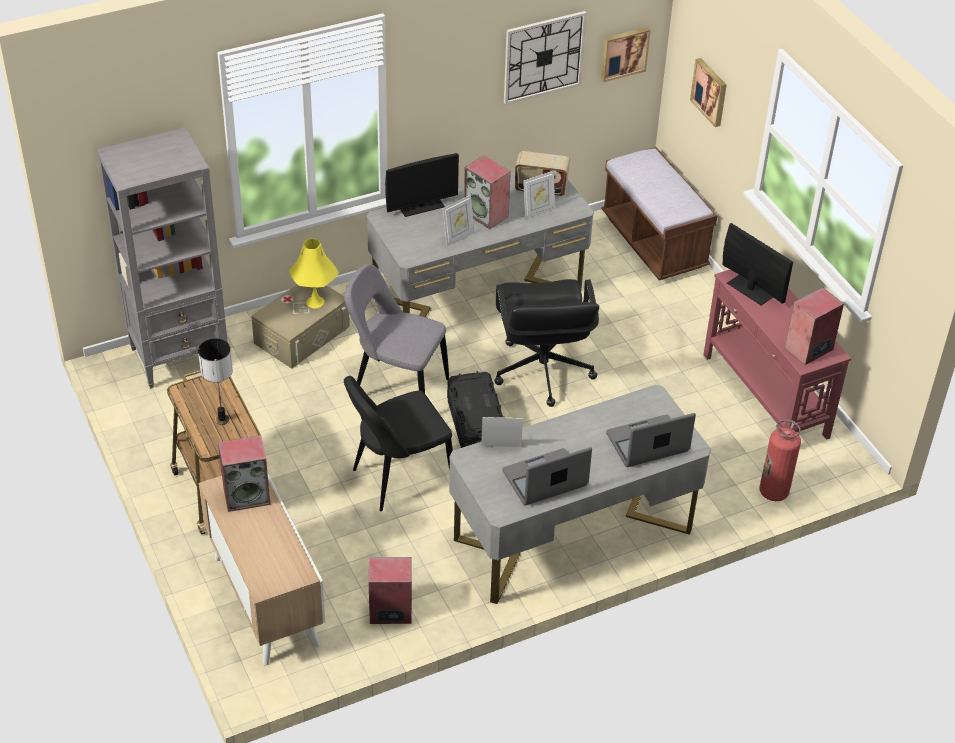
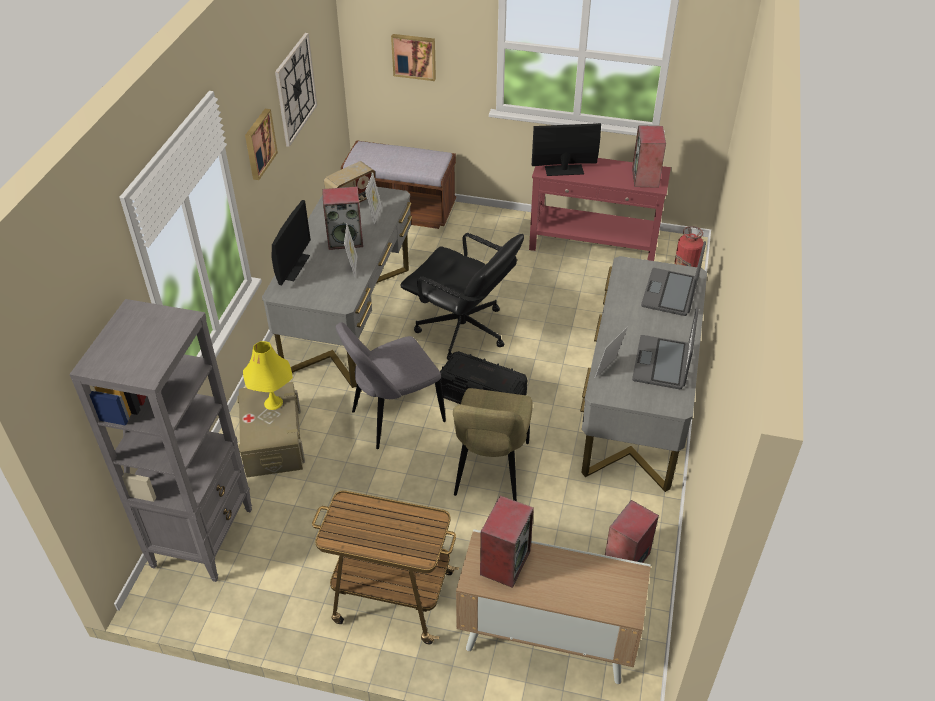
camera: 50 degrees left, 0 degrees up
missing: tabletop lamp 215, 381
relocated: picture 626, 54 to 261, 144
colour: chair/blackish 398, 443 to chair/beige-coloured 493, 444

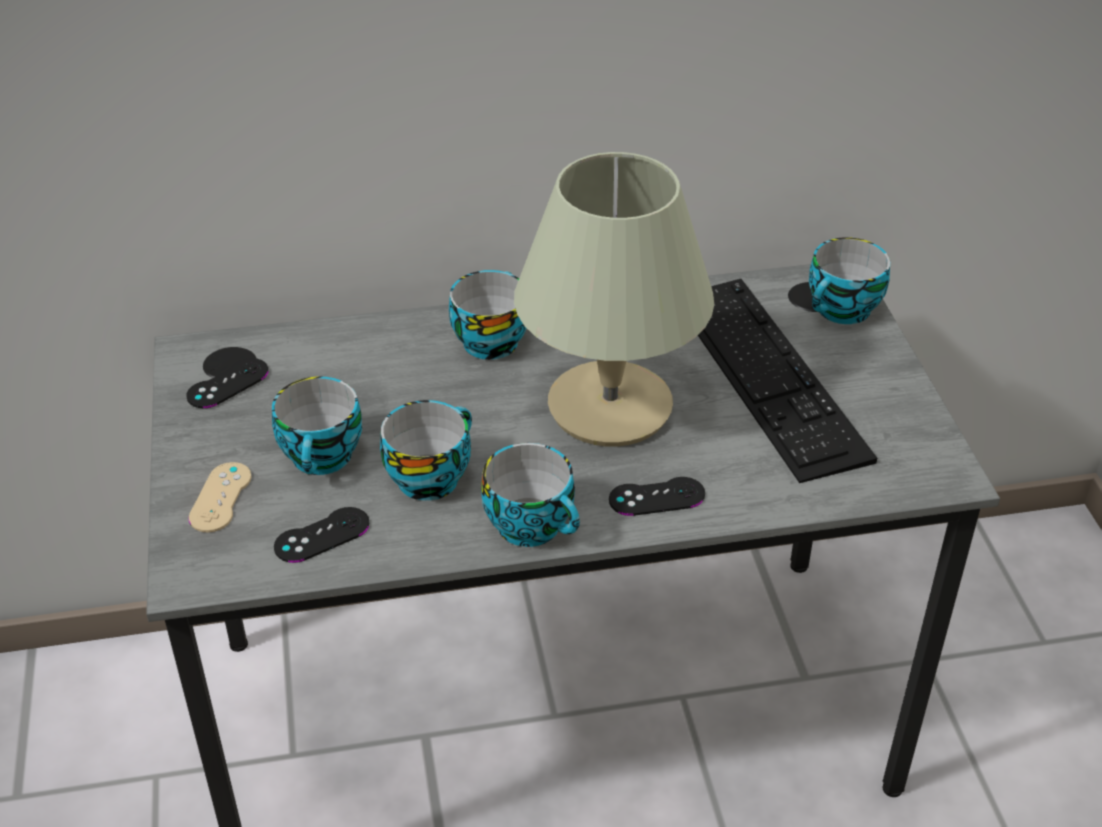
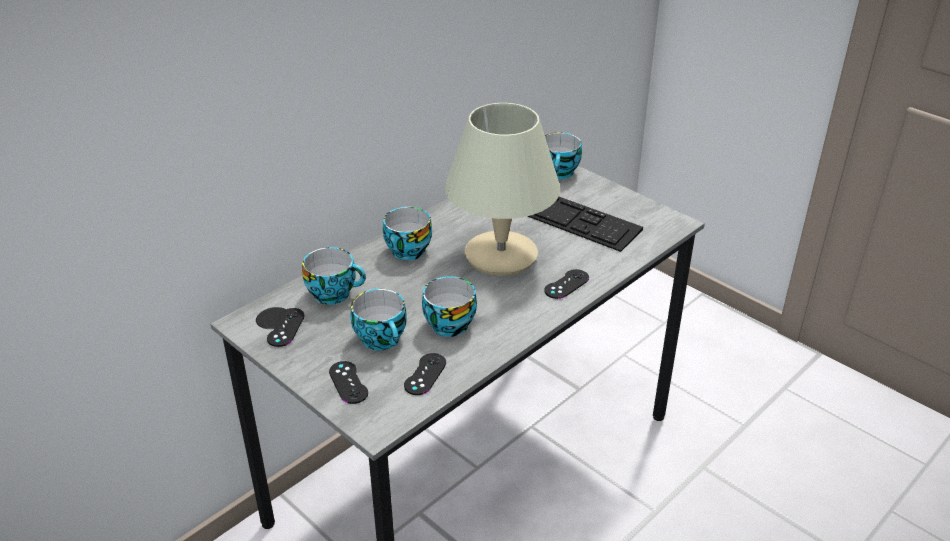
camera: 35 degrees left, 5 degrees down
relocated: cup 530, 495 to 334, 276
colour: joypad/beige-coloured 220, 497 to joypad/blackish 348, 382

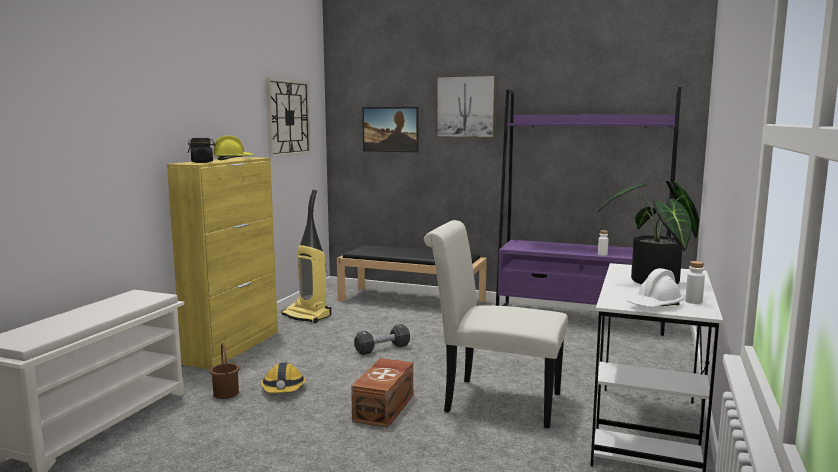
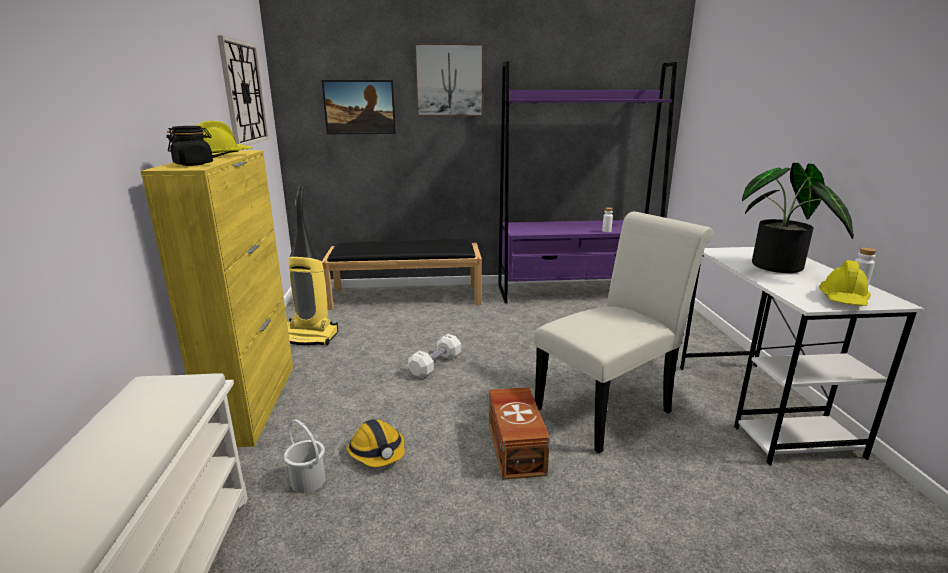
camera: 25 degrees left, 10 degrees up
colour: bucket/brownish 225, 371 to bucket/whitish 304, 456; hand weight/blackish 382, 339 to hand weight/whitish 434, 356; hard hat/whitish 655, 287 to hard hat/yellow-coloured 845, 283
spun: chair/whitish 496, 324 = 623, 332 150 degrees clockwise

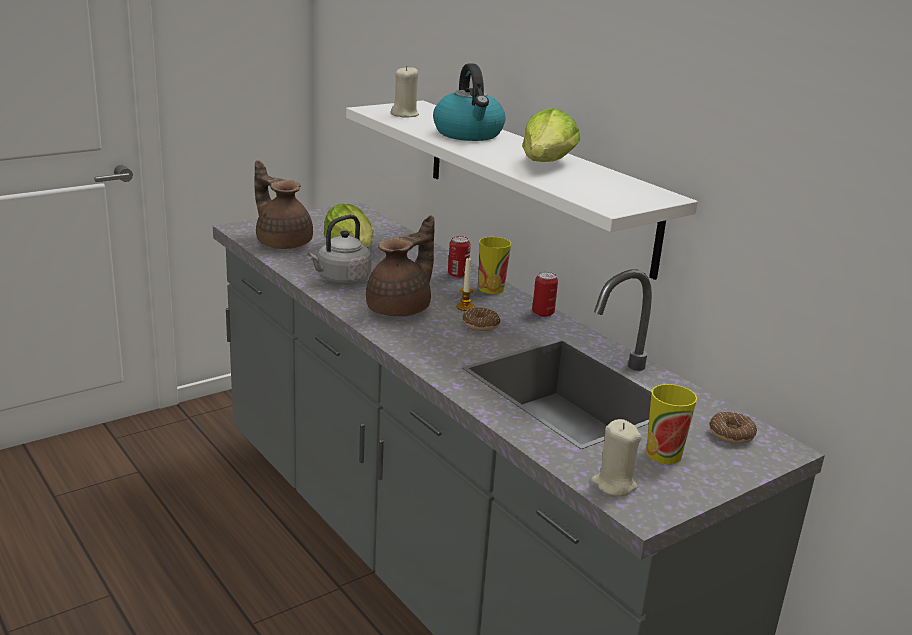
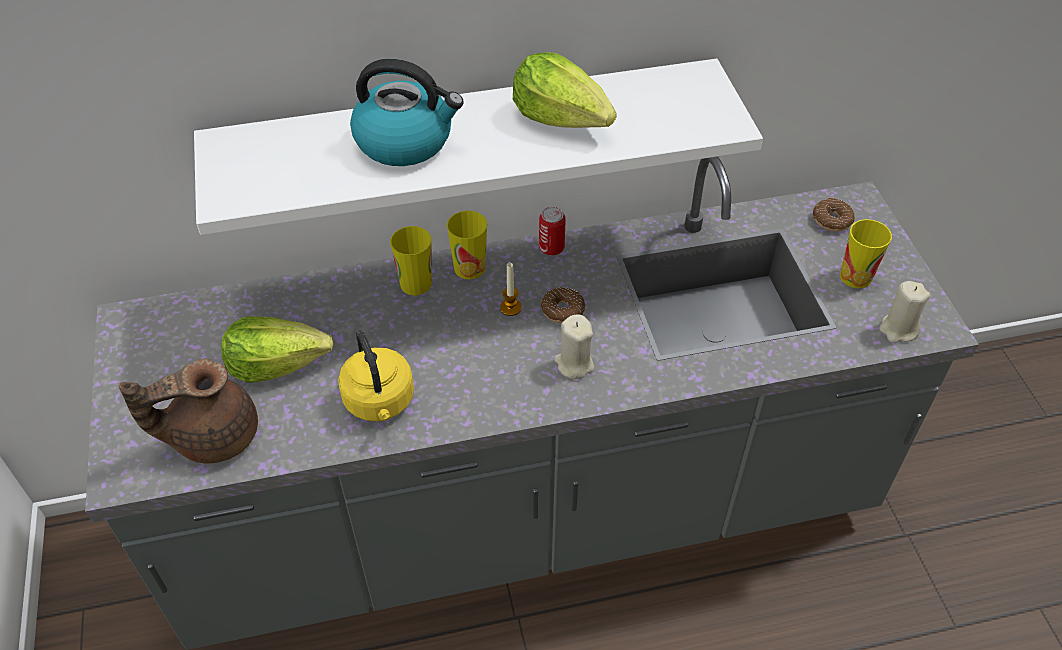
camera: 65 degrees left, 25 degrees up
missing: pot for tea/brownish 400, 266
relocated: candle/beige-coloured 404, 92 to 574, 346
exchanged: metal can 459, 257 to cup 411, 261
colour: kettle/greyish 339, 250 to kettle/yellow-coloured 376, 375

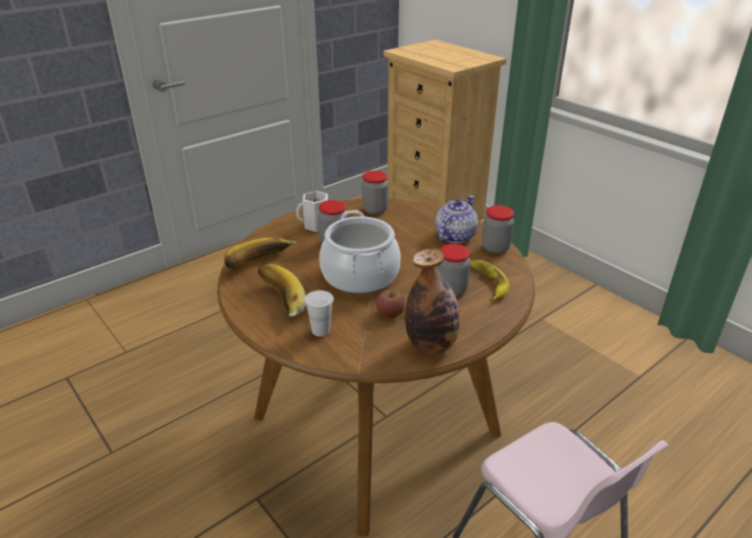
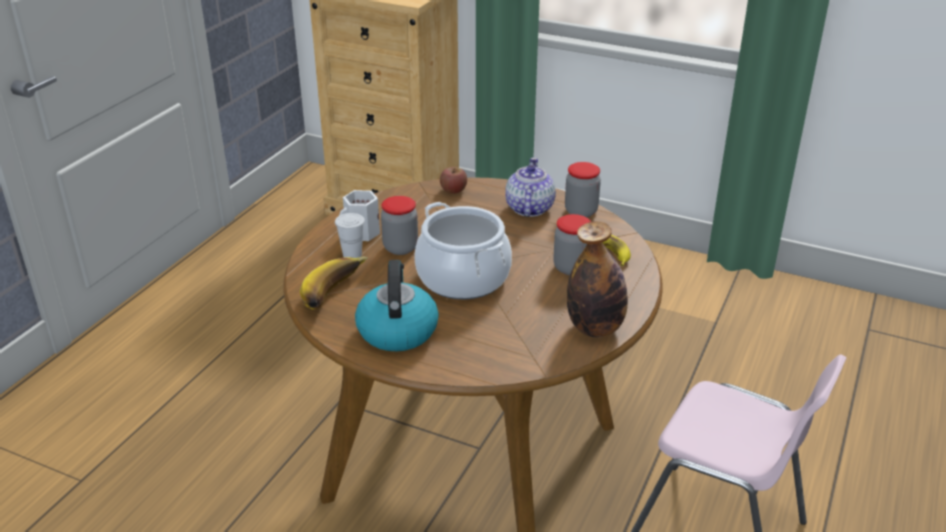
camera: 25 degrees left, 0 degrees up
missing: jar 375, 192
relocated: cup/whitish 319, 313 to 350, 235; whole apple 390, 304 to 453, 180
exchanged: banana fruit 282, 290 to kettle 397, 305

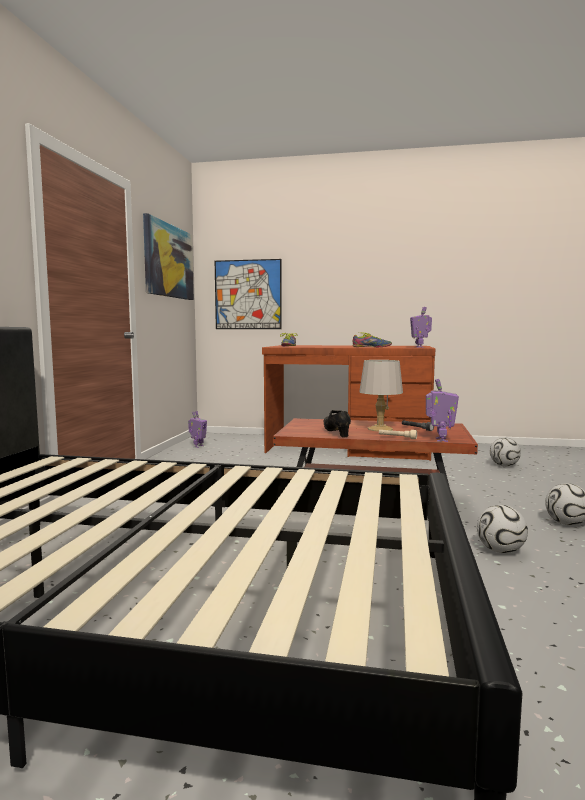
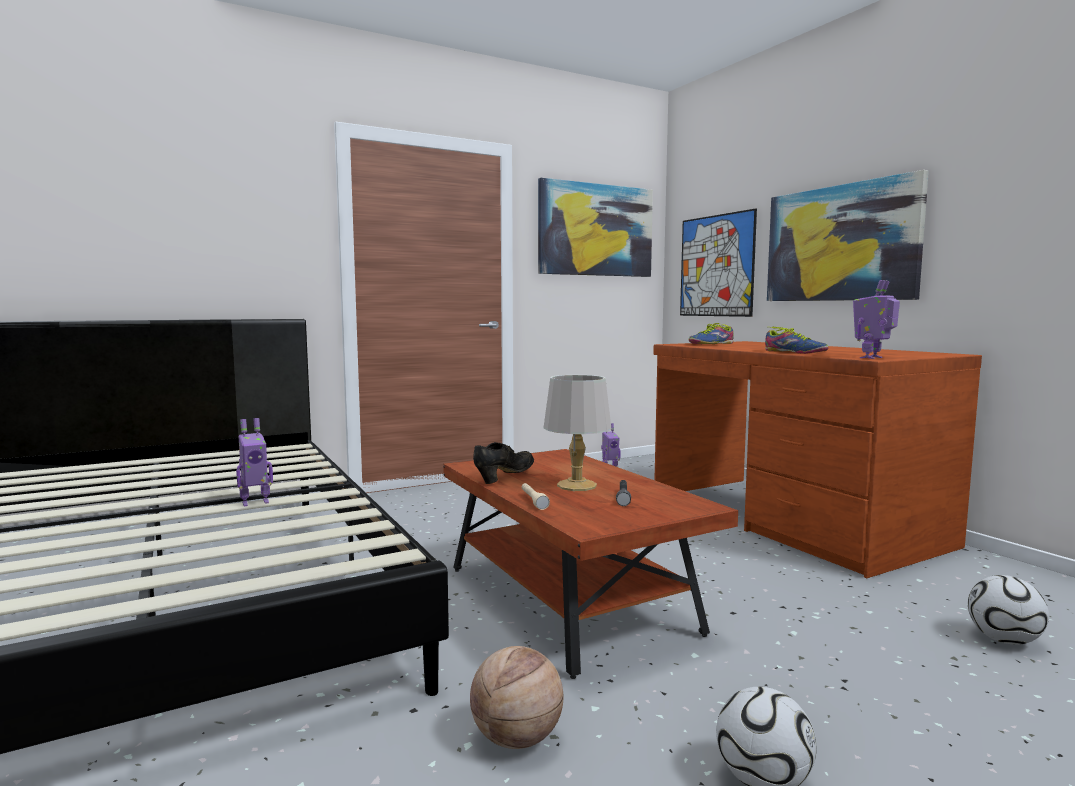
camera: 50 degrees right, 0 degrees up
appeared: picture 848, 235
relocated: toy robot 442, 410 to 254, 462
exchanged: football 502, 529 to ball for basketball 516, 697

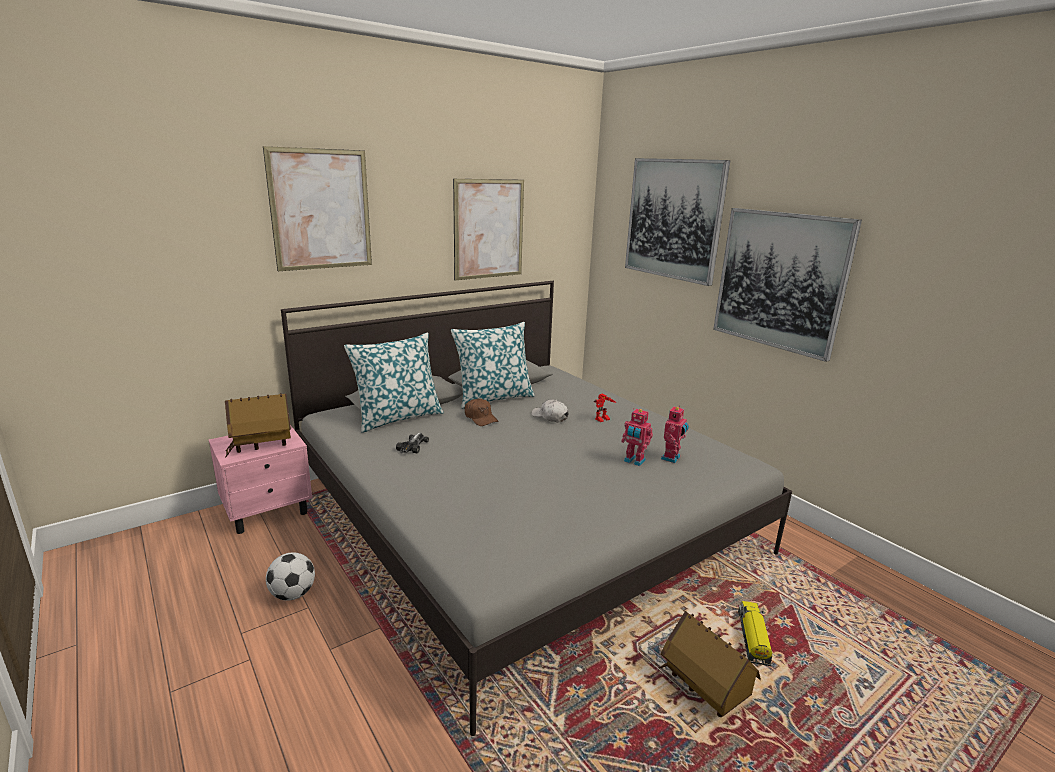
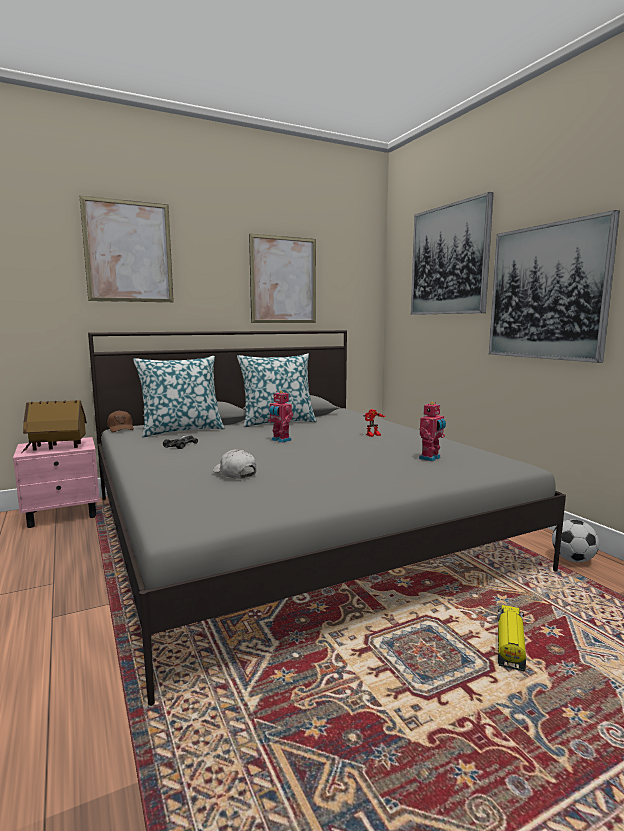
camera: 10 degrees right, 10 degrees down
missing: model house 710, 664
relocated: football 290, 576 to 575, 540; baseball cap/brownish 481, 412 to 120, 421; baseball cap/whitish 550, 411 to 234, 464; toy robot 637, 437 to 280, 417

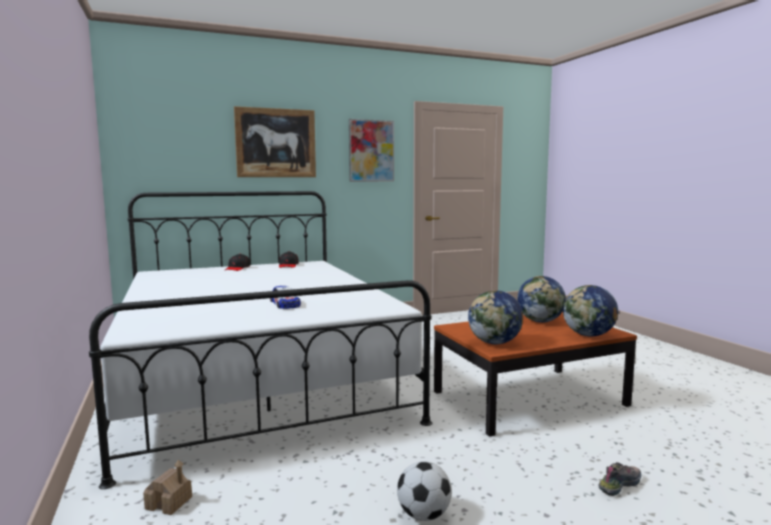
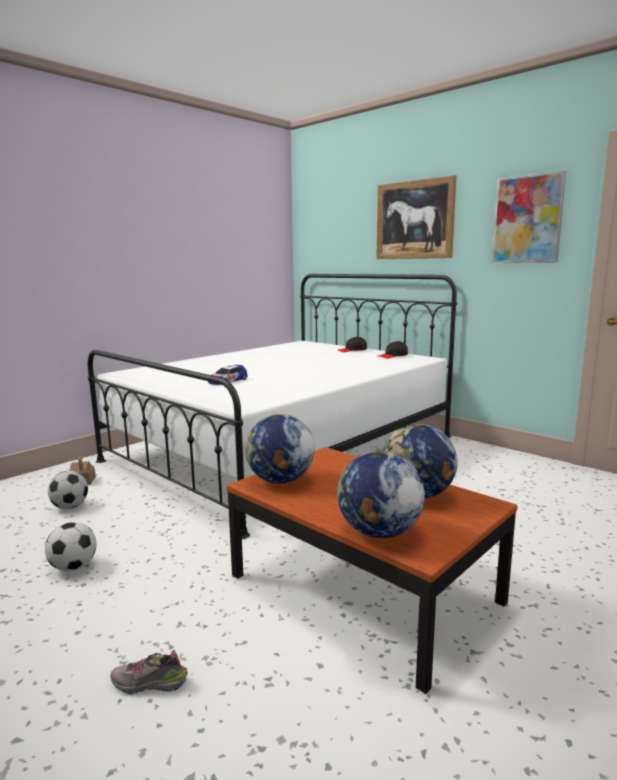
camera: 65 degrees right, 5 degrees up
appeared: football 68, 490
spun: item of footwear 620, 479 = 149, 672 150 degrees clockwise

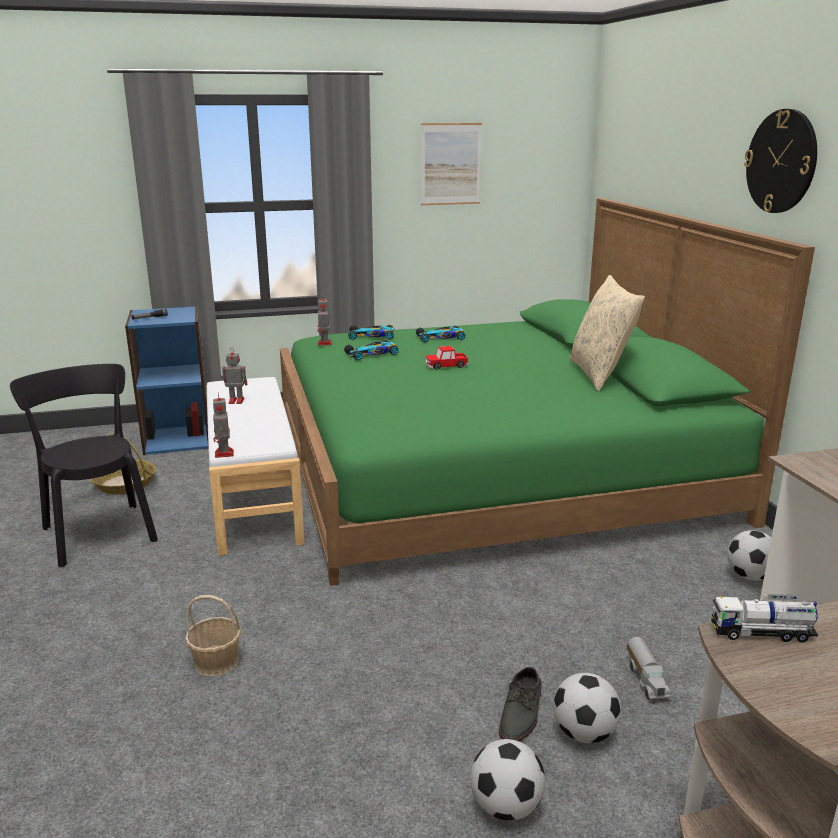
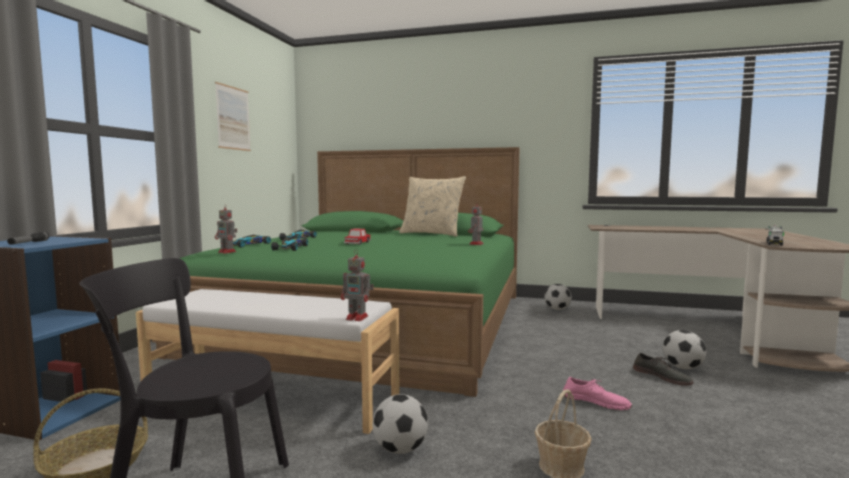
camera: 60 degrees left, 15 degrees down
missing: model truck 649, 668; clock on the wall 780, 161
appeared: item of footwear/pink-coloured 597, 393
relocated: toy robot 233, 376 to 476, 223; football 507, 780 to 400, 424

